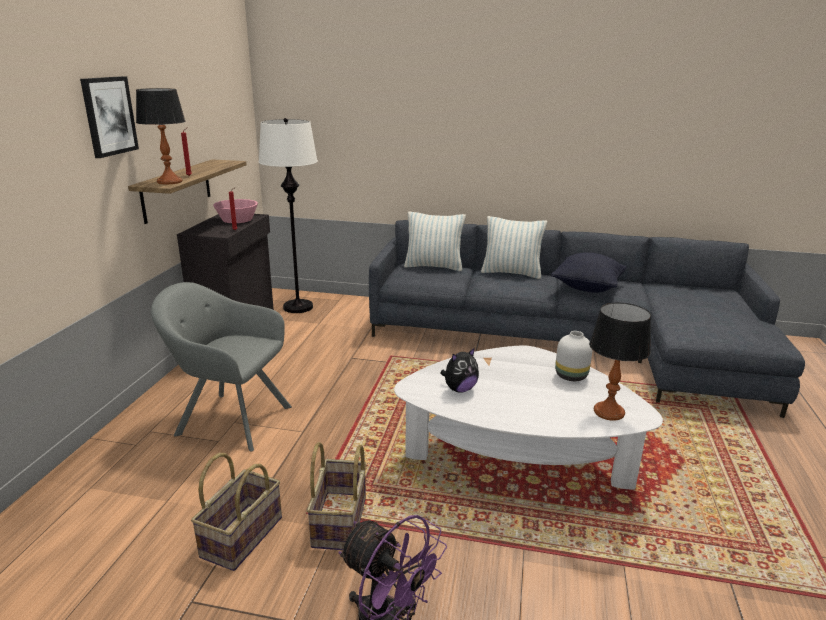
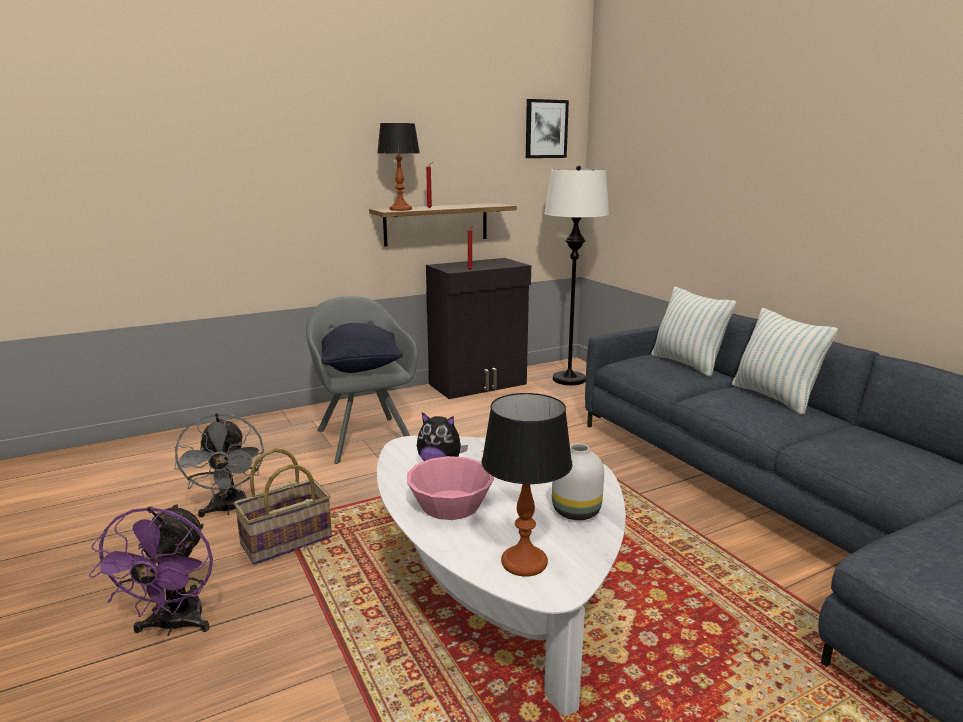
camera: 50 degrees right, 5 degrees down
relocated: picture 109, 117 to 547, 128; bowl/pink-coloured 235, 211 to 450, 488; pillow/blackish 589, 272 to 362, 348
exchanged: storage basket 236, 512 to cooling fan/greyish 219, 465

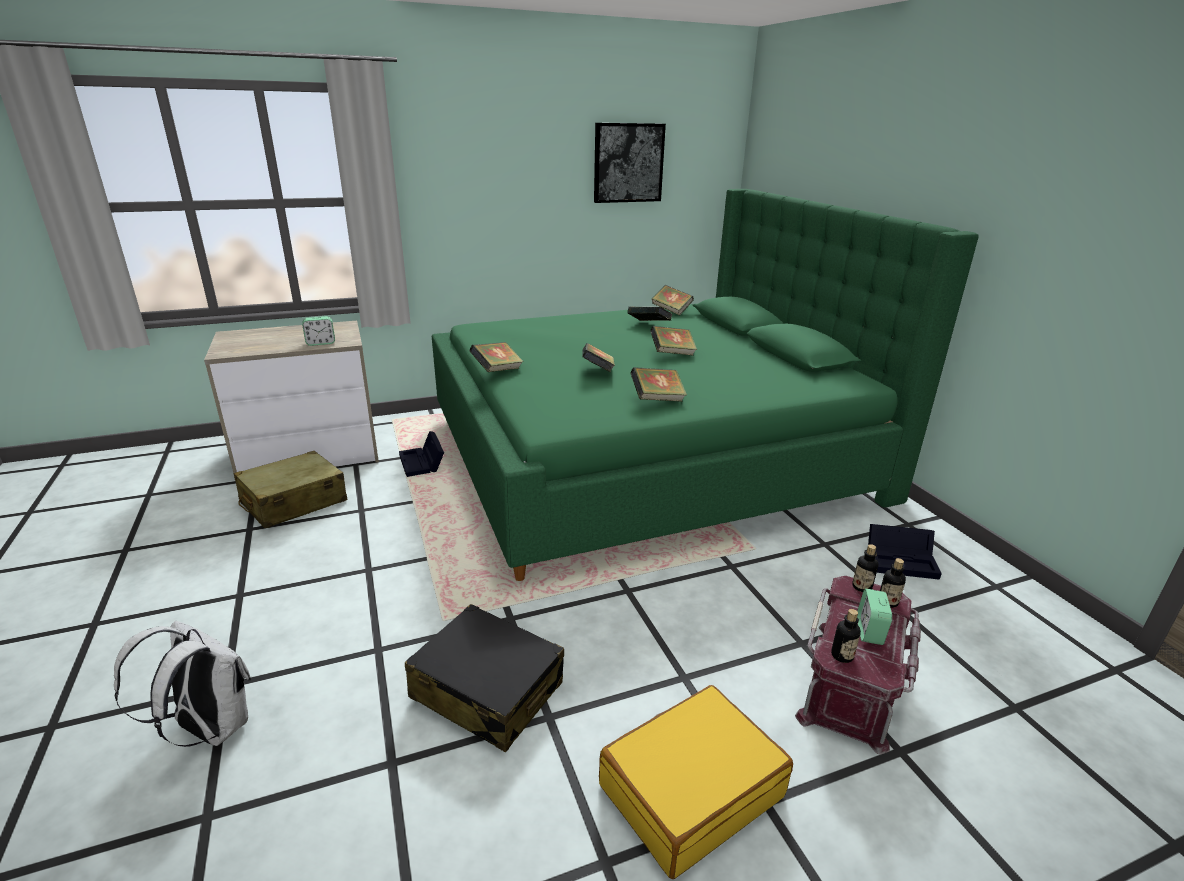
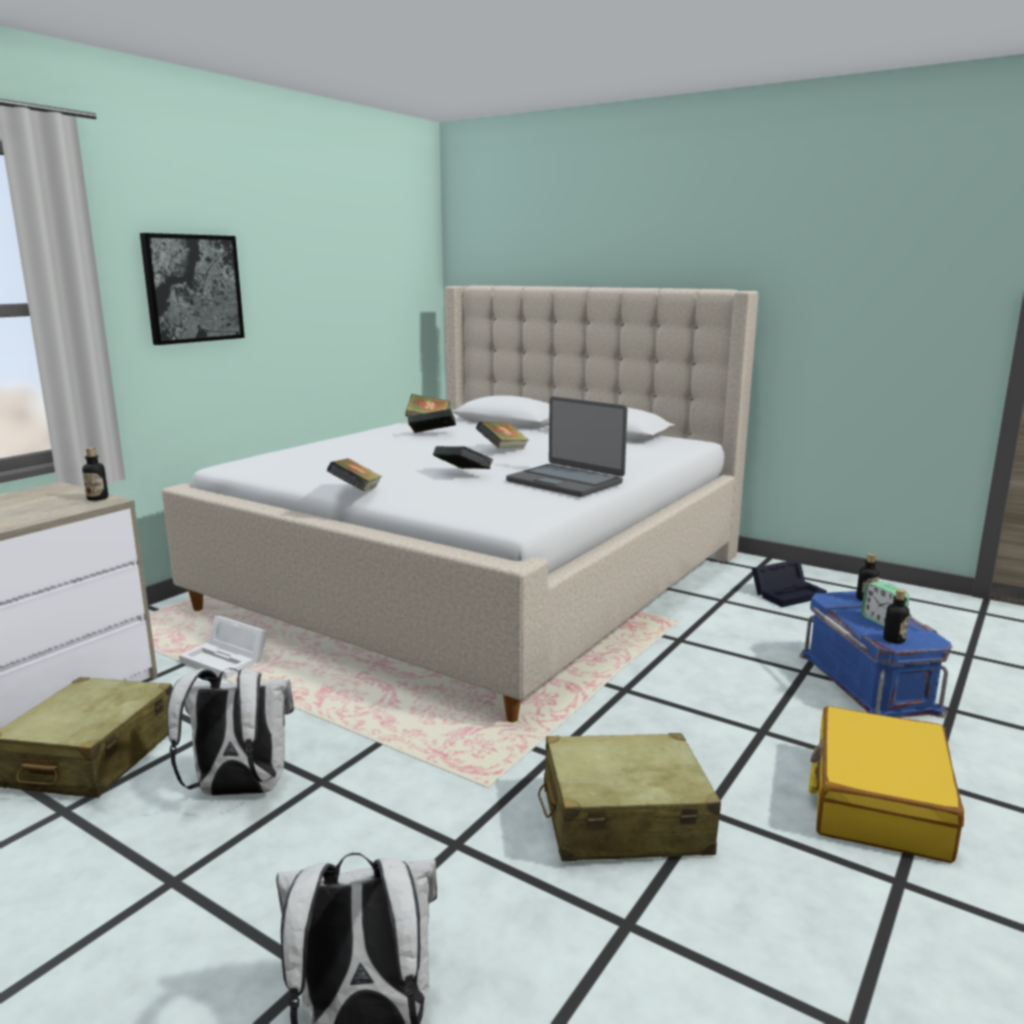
camera: 35 degrees left, 10 degrees down
missing: alarm clock 318, 331
appeared: rucksack/whitish 230, 732
relocated: picture 630, 163 to 192, 289; drink bottle 865, 568 to 95, 474
exchanged: bound book 658, 384 to laptop 566, 446
colour: storage box/blackish 421, 454 to storage box/whitish 223, 647; suitcase/blackish 484, 678 to suitcase/beige-coloured 629, 797; bed/green 705, 385 to bed/beige-coloured 460, 503; storage box/reddish 858, 665 to storage box/bluish 876, 654

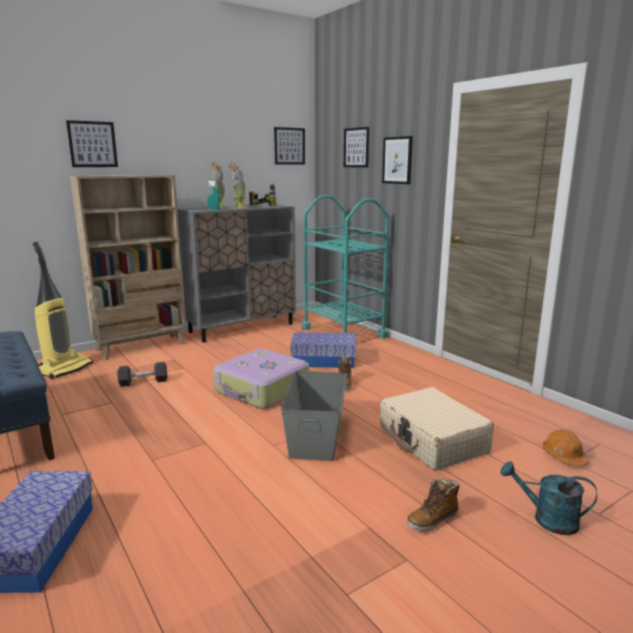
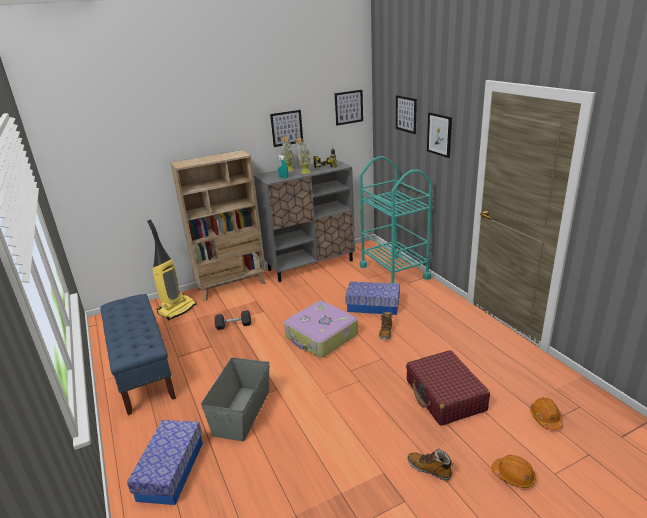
camera: 10 degrees right, 10 degrees up
relocated: picture 92, 143 to 286, 128; storage box/greyish 314, 416 to 235, 399
exchanged: watering pot/turquoise-coloured 548, 498 to hard hat/orangey 514, 471
colour: suitcase/beige-coloured 437, 429 to suitcase/reddish 448, 388
spun: high-top boot 433, 504 = 430, 465 60 degrees clockwise

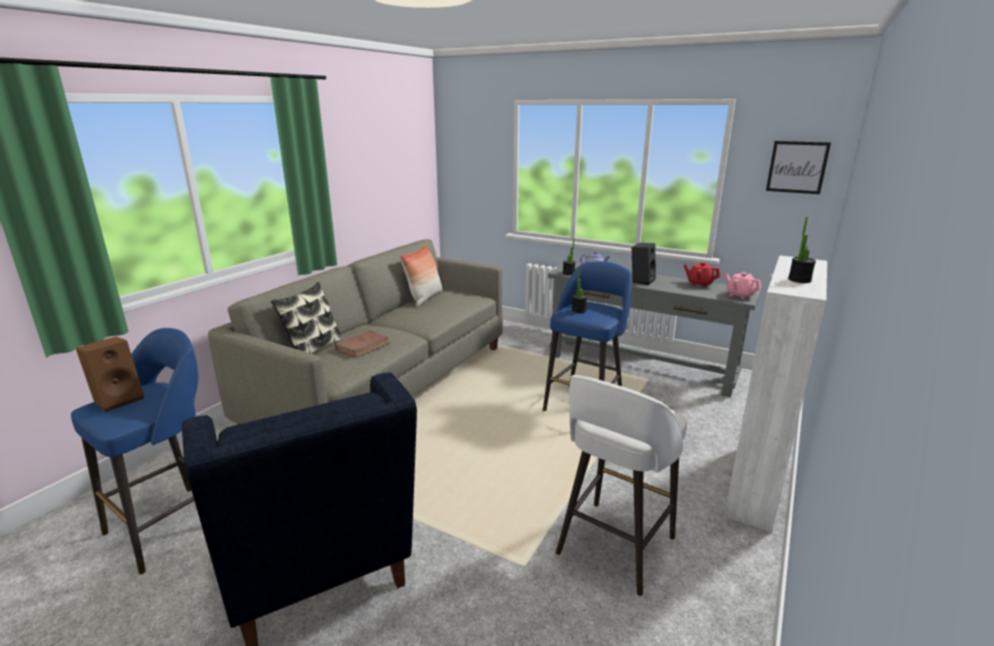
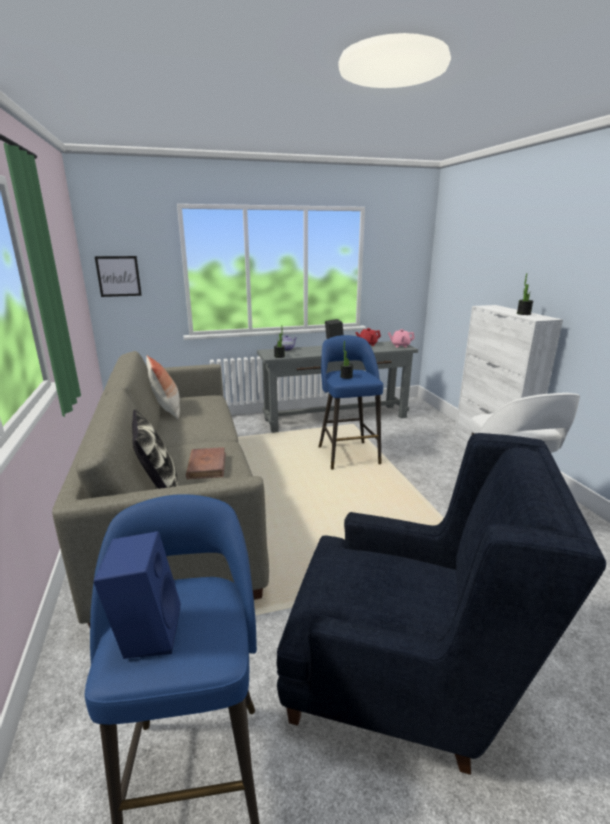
camera: 45 degrees left, 0 degrees up
relocated: picture 798, 167 to 118, 276
colour: loudspeaker/brownish 110, 374 to loudspeaker/bluish 137, 595

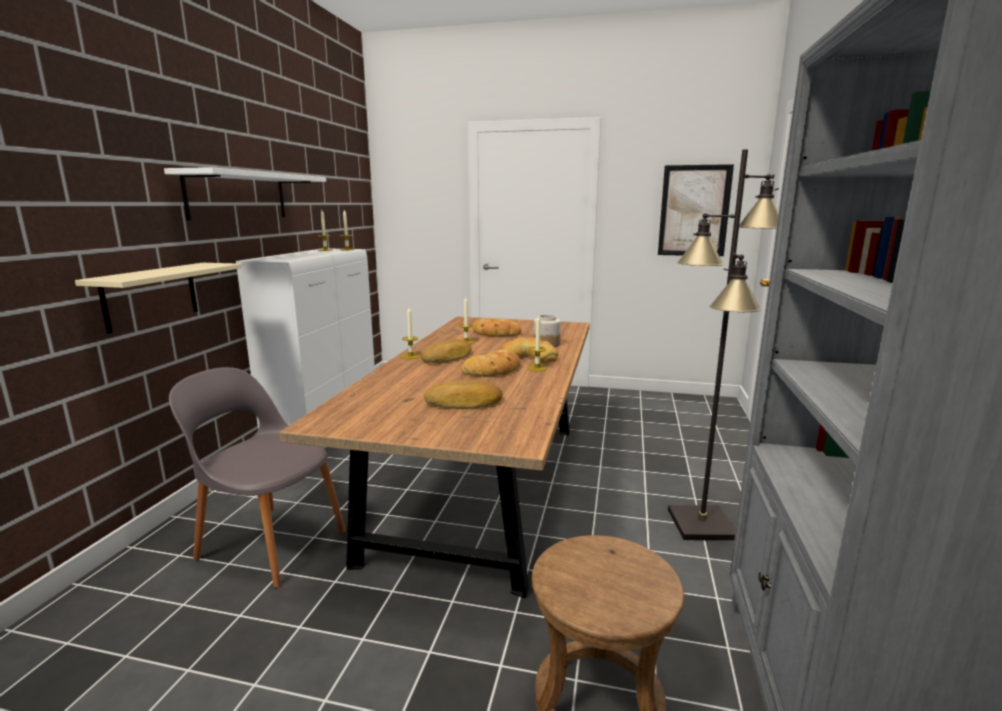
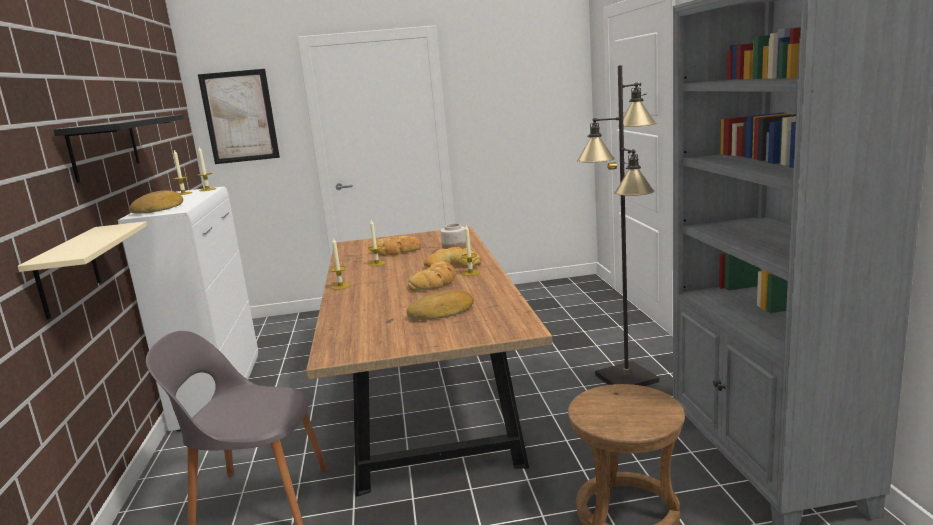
camera: 20 degrees left, 0 degrees up
relocated: baked bread 446, 351 to 156, 202; picture 696, 210 to 239, 116
colour: wall shelf/whitish 245, 193 to wall shelf/blackish 119, 149

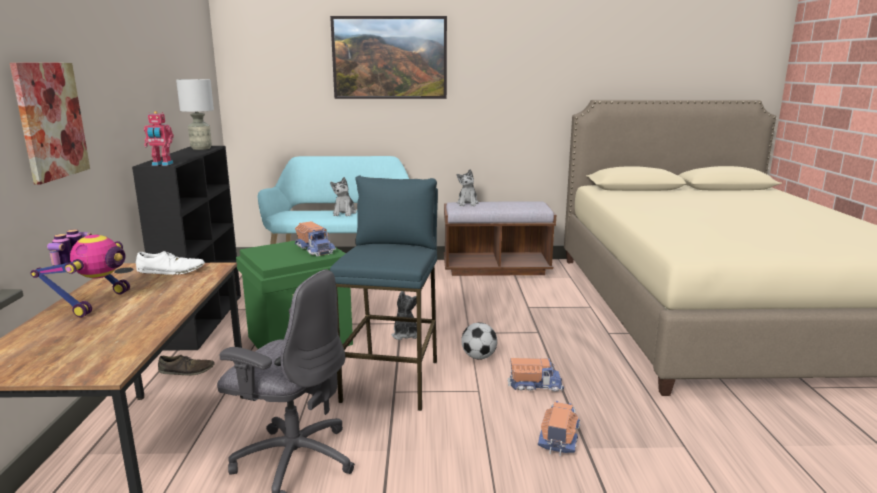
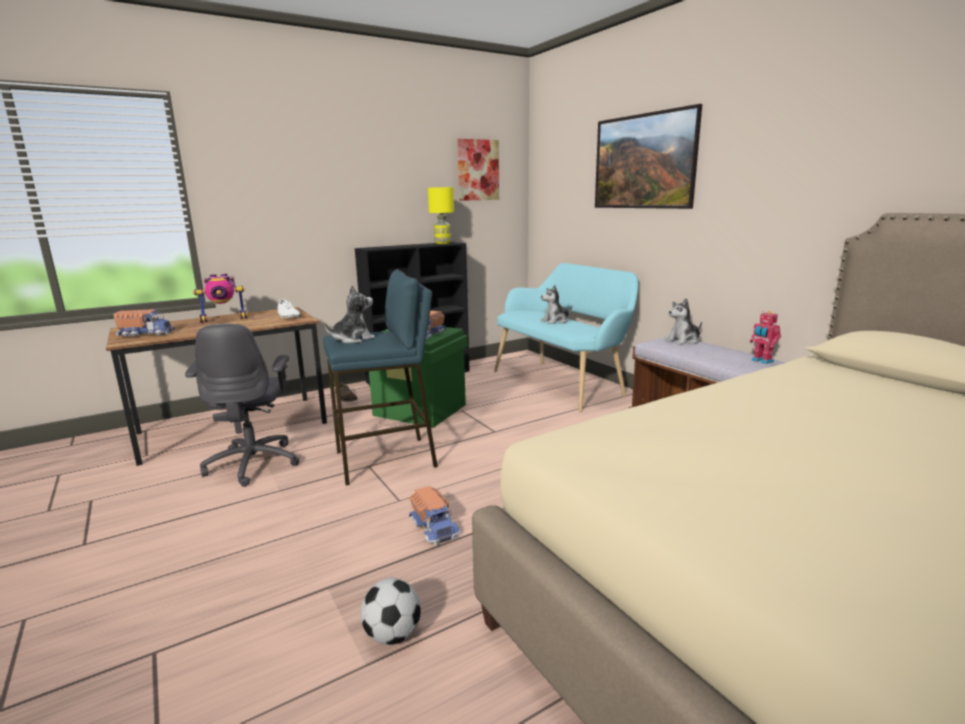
camera: 60 degrees right, 0 degrees up
relocated: picture 50, 124 to 478, 170; toy robot 159, 138 to 765, 337; cuddly toy 404, 315 to 350, 314; football 479, 341 to 391, 611; model truck 559, 428 to 143, 323
colour: tabletop lamp/greyish 195, 114 to tabletop lamp/yellow-coloured 441, 215

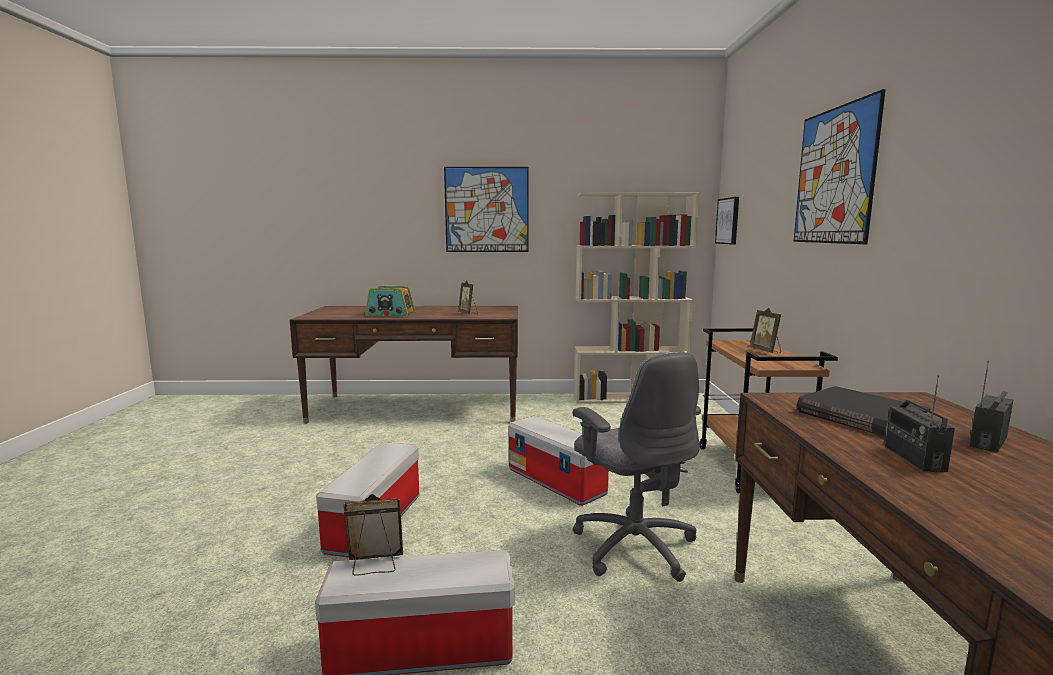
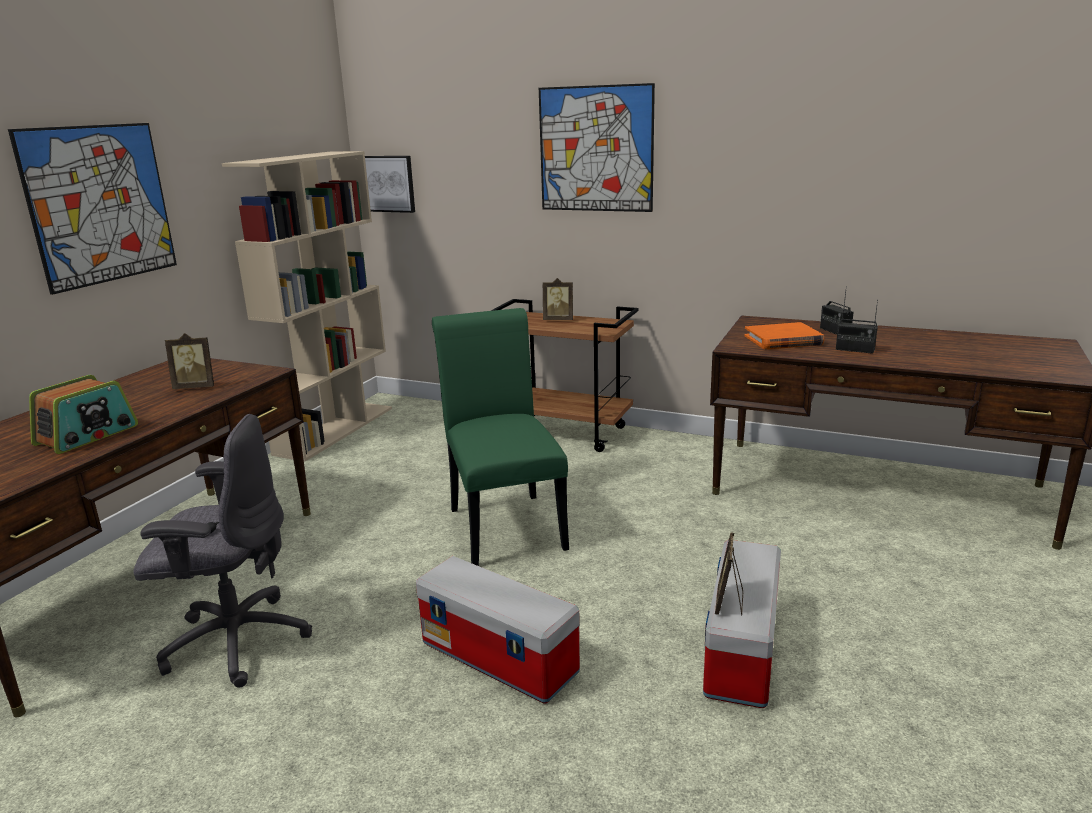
camera: 65 degrees left, 10 degrees up
relocated: computer chair/greyish 637, 467 to 222, 550
exchanged: storage box 558, 461 to chair/green 500, 437
colour: bound book/blackish 864, 411 to bound book/orangey 784, 336

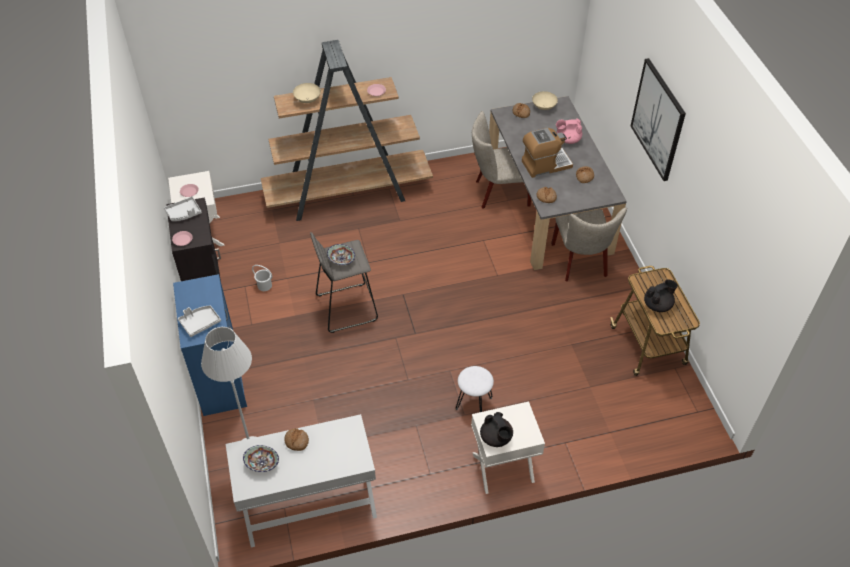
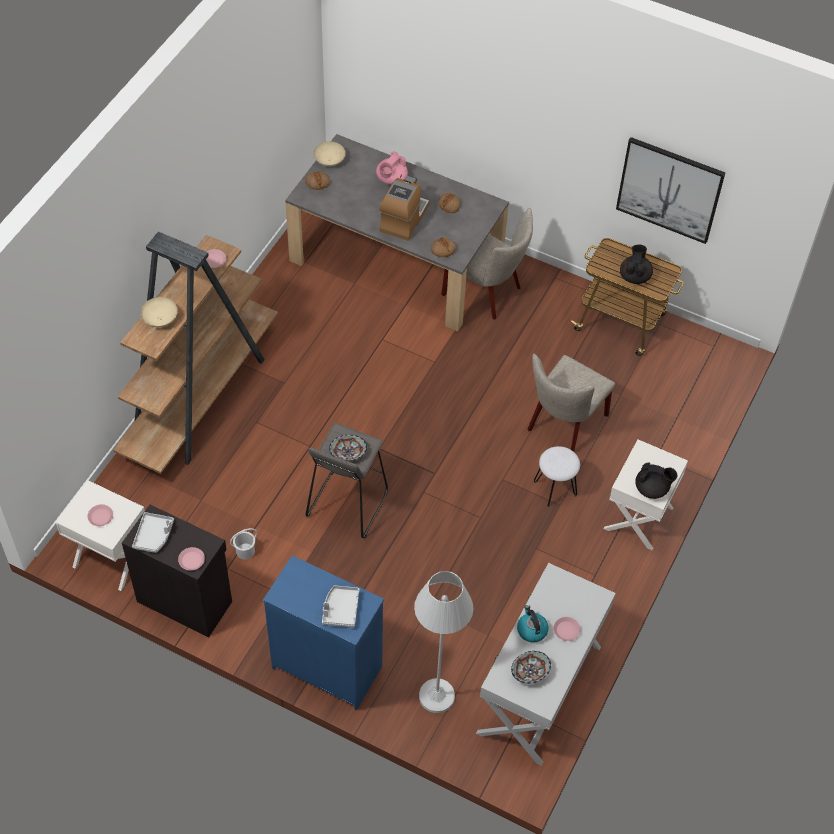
camera: 50 degrees left, 5 degrees up
appeared: dinner plate/pink-coloured 567, 629
relocated: chair/beige-coloured 501, 160 to 571, 403; picture 658, 119 to 670, 190
exchanged: baked bread 296, 439 to kettle 532, 624

